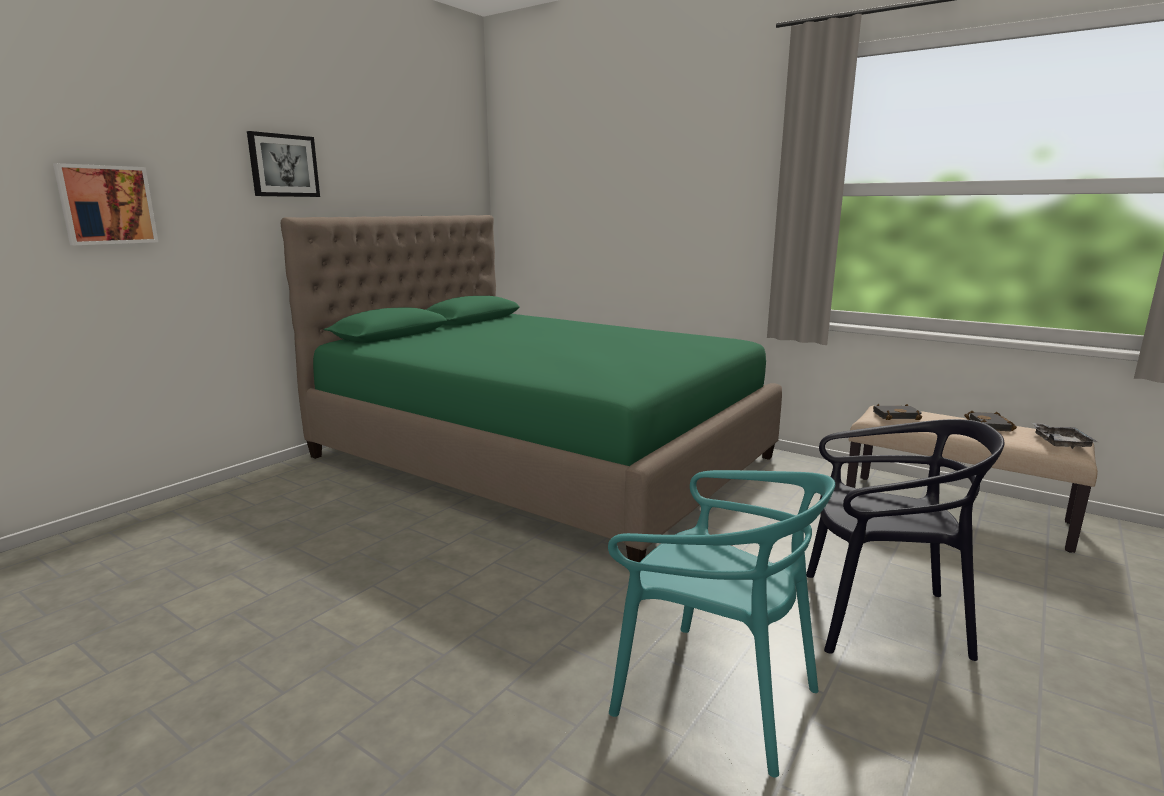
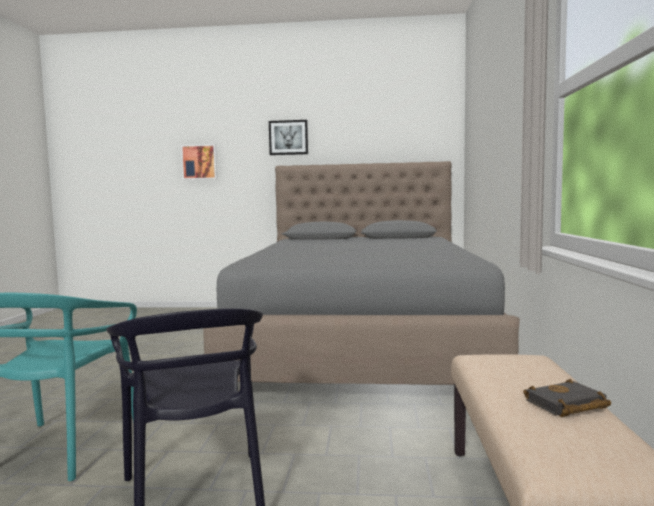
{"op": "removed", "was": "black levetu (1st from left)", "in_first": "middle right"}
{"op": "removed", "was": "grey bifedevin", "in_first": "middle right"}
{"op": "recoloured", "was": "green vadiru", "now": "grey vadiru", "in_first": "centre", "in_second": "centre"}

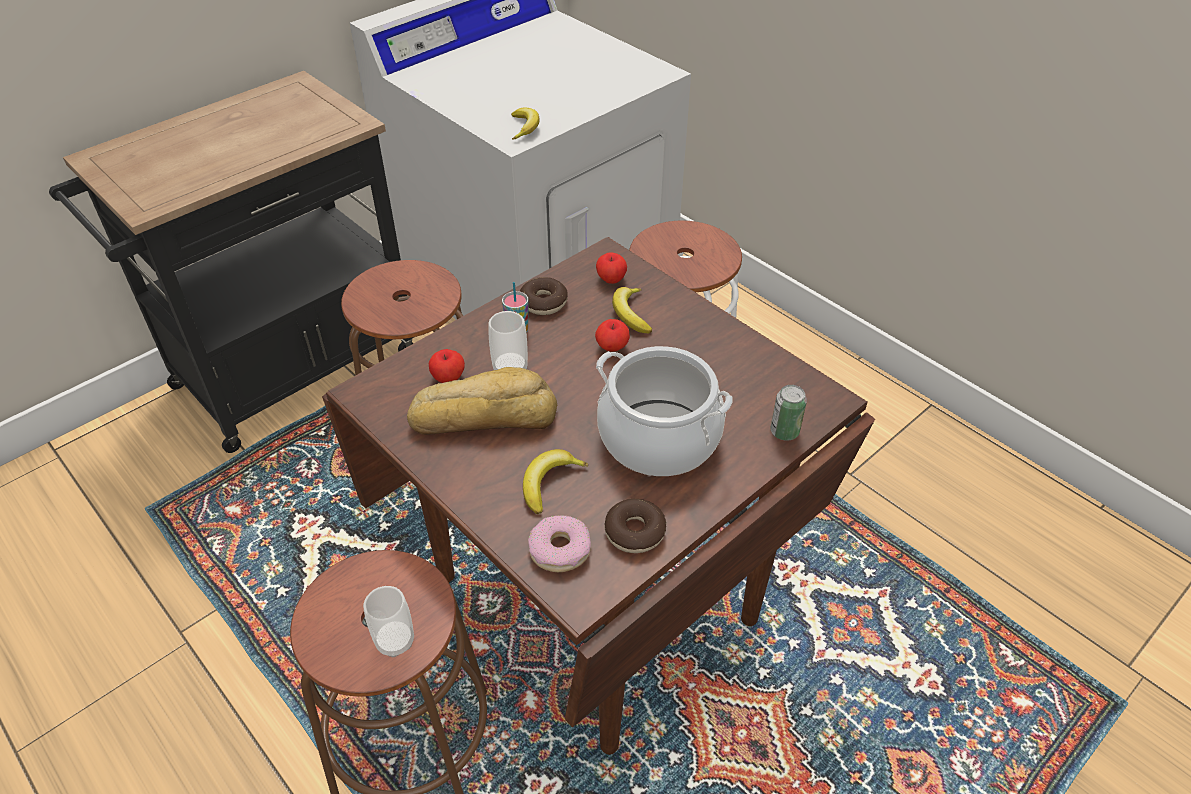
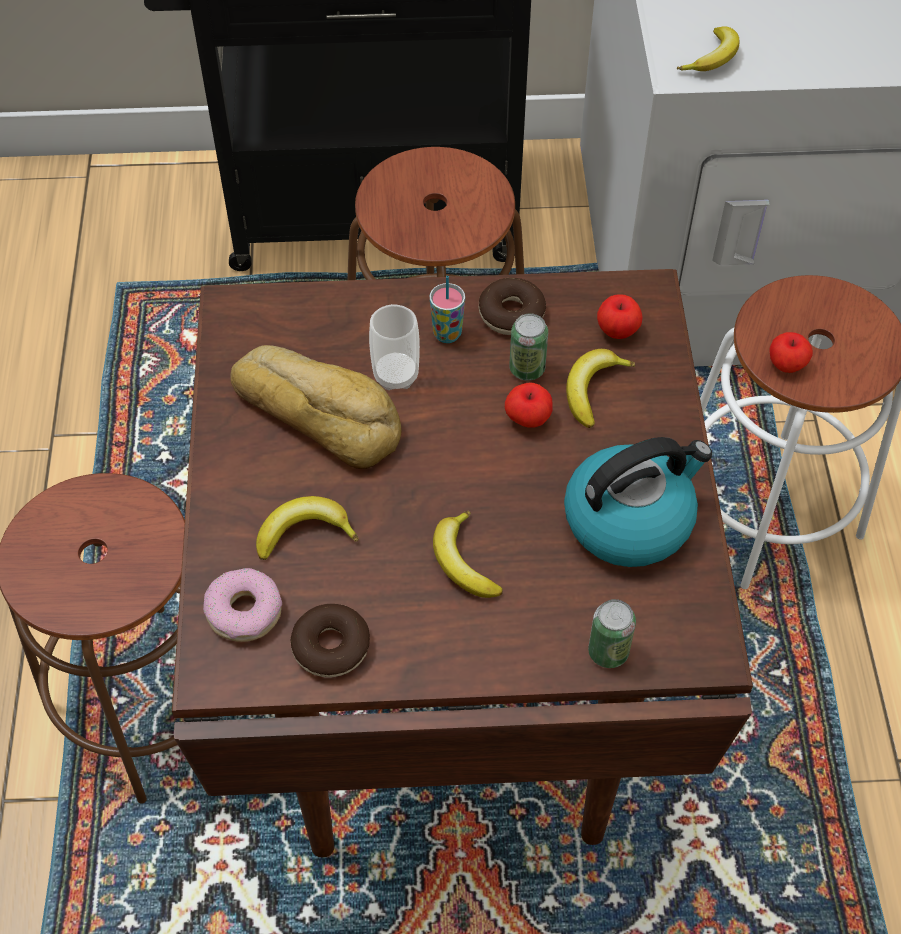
{"op": "removed", "was": "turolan (1st from left)", "in_first": "bottom left"}
{"op": "added", "now": "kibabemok (1st from left)", "in_second": "centre"}
{"op": "added", "now": "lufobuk", "in_second": "middle right"}
{"op": "moved", "was": "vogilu (1st from left in the first image)", "now": "vogilu (3rd from left)", "in_first": "centre", "in_second": "middle right"}
{"op": "replaced", "was": "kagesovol", "now": "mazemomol (2nd from left)", "in_first": "centre", "in_second": "centre"}

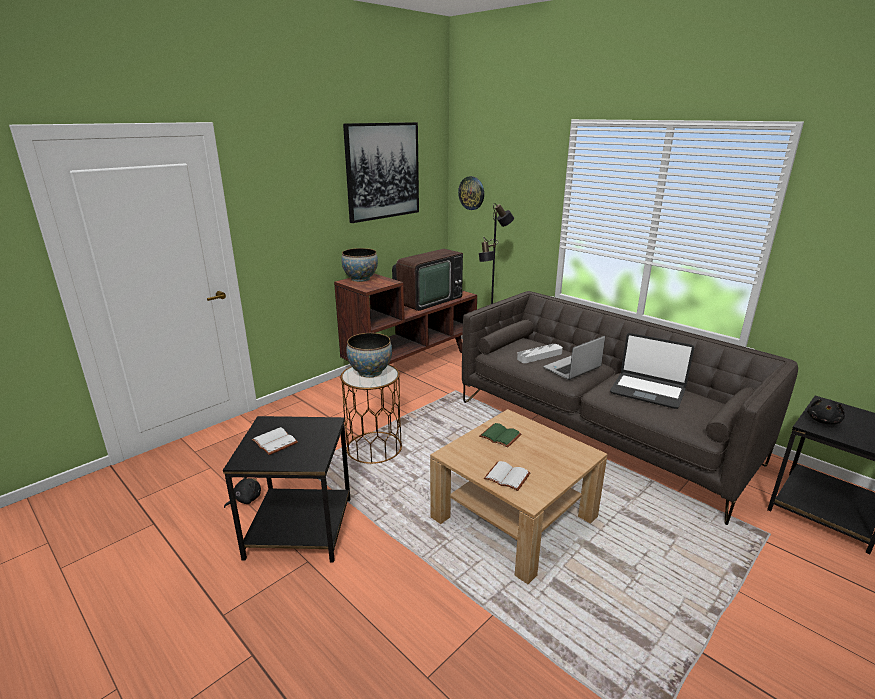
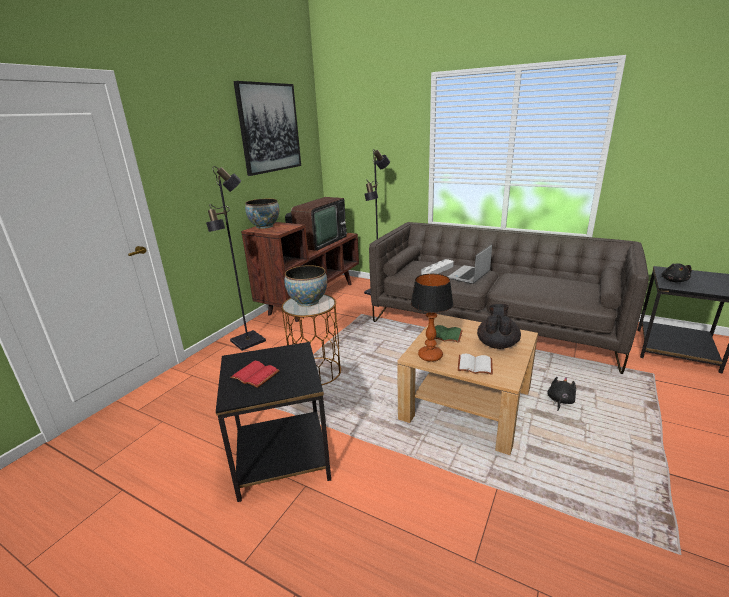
{"op": "removed", "was": "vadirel", "in_first": "top centre"}
{"op": "removed", "was": "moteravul (2nd from left)", "in_first": "middle right"}
{"op": "added", "now": "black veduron (1st from left)", "in_second": "middle left"}
{"op": "added", "now": "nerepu", "in_second": "centre"}
{"op": "added", "now": "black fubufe", "in_second": "middle right"}
{"op": "moved", "was": "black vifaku (1st from left)", "in_first": "bottom left", "in_second": "middle right"}
{"op": "recoloured", "was": "white levetu (1st from left)", "now": "red levetu", "in_first": "middle left", "in_second": "centre"}

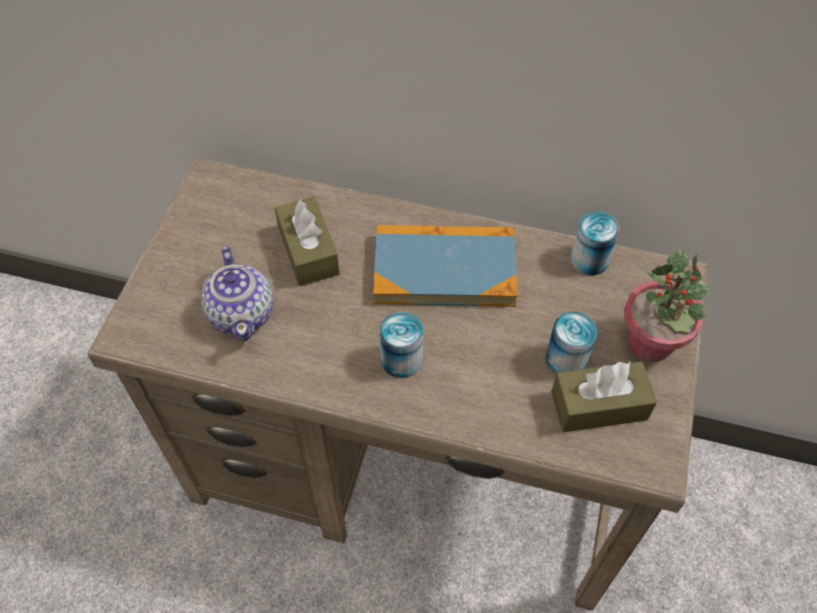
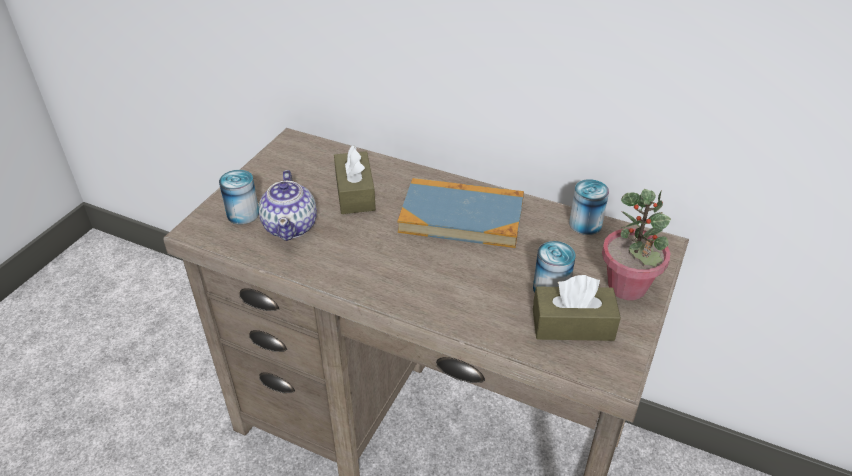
{"op": "moved", "was": "kibabemok (1st from left)", "in_first": "centre", "in_second": "middle left"}

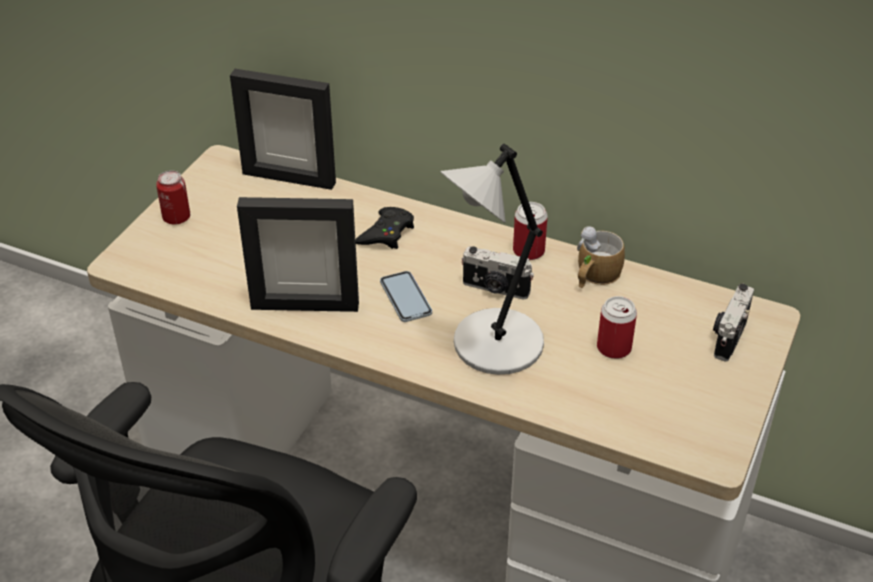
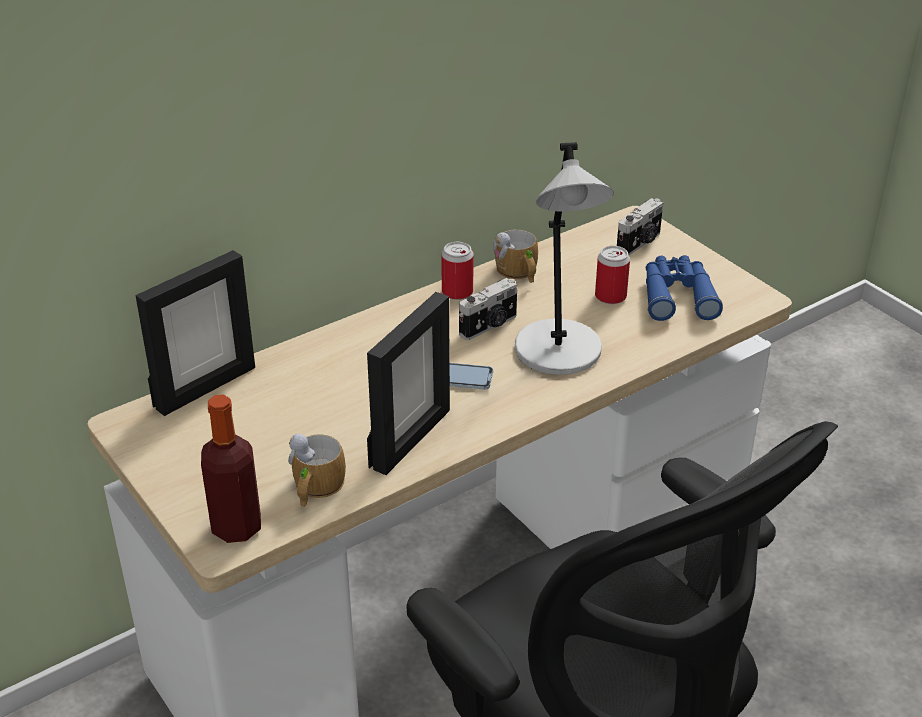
{"op": "removed", "was": "kibabemok (1st from left)", "in_first": "middle left"}
{"op": "removed", "was": "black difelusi", "in_first": "centre"}
{"op": "added", "now": "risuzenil", "in_second": "middle left"}
{"op": "added", "now": "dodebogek (1st from left)", "in_second": "centre"}
{"op": "added", "now": "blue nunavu", "in_second": "middle right"}
{"op": "turned", "was": "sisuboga (2nd from left)", "in_first": "middle right", "in_second": "top right", "clockwise": -105}

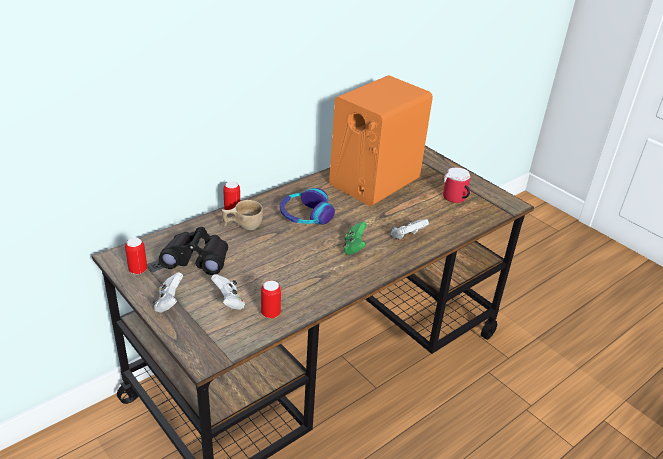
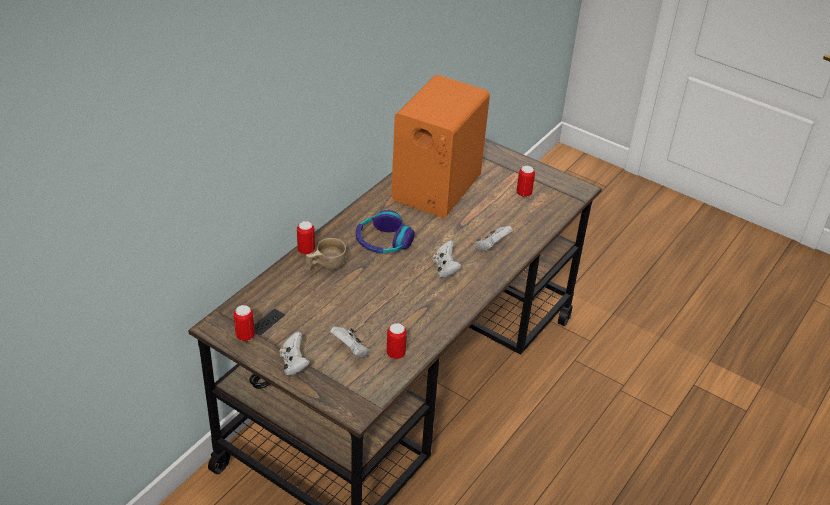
{"op": "removed", "was": "black nunavu", "in_first": "middle left"}
{"op": "replaced", "was": "dodebogek", "now": "kibabemok (4th from left)", "in_first": "middle right", "in_second": "centre"}
{"op": "recoloured", "was": "green difelusi", "now": "white difelusi (3rd from left)", "in_first": "centre", "in_second": "centre"}

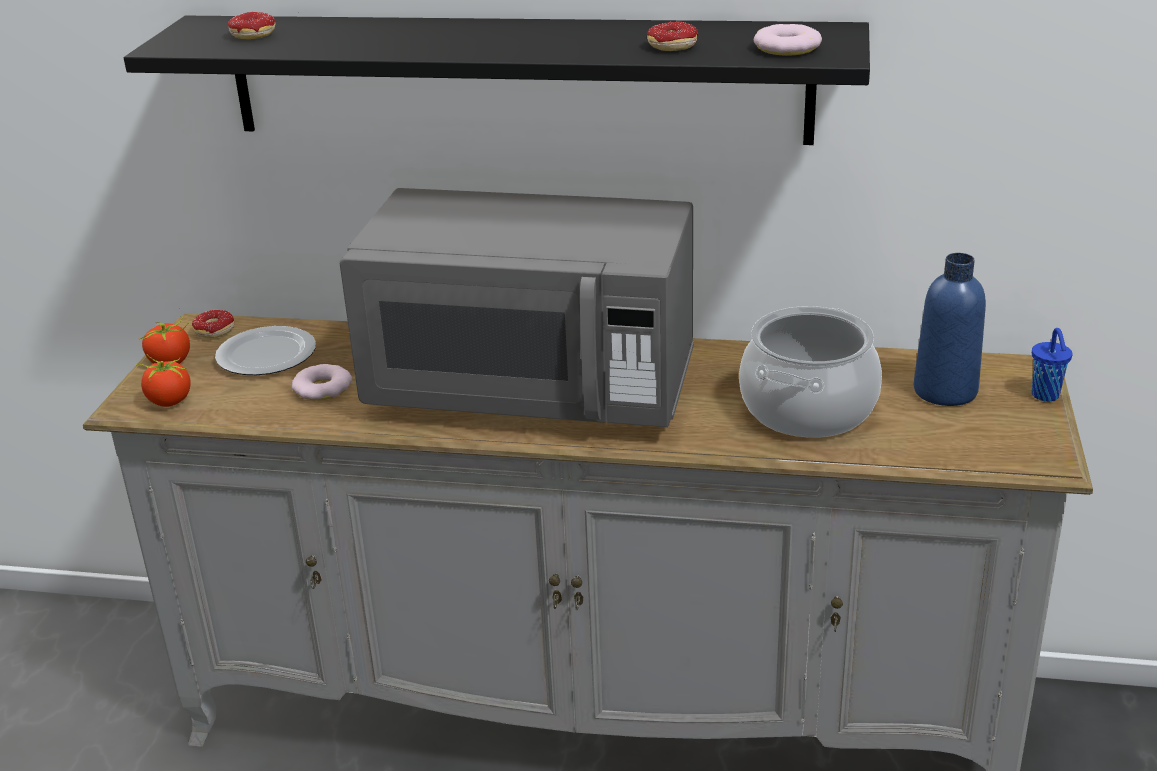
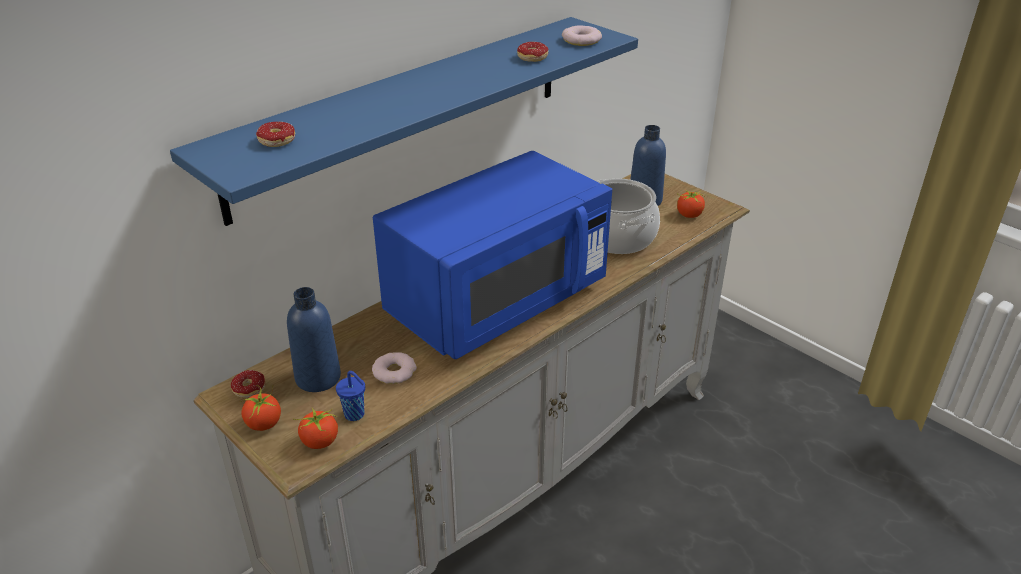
{"op": "added", "now": "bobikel (3rd from left)", "in_second": "middle right"}
{"op": "moved", "was": "blue turolan", "in_first": "middle right", "in_second": "bottom centre"}
{"op": "replaced", "was": "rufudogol", "now": "blue risuzenil (1st from left)", "in_first": "middle left", "in_second": "middle left"}
{"op": "recoloured", "was": "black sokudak", "now": "blue sokudak", "in_first": "top centre", "in_second": "top centre"}
{"op": "recoloured", "was": "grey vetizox", "now": "blue vetizox", "in_first": "centre", "in_second": "centre"}

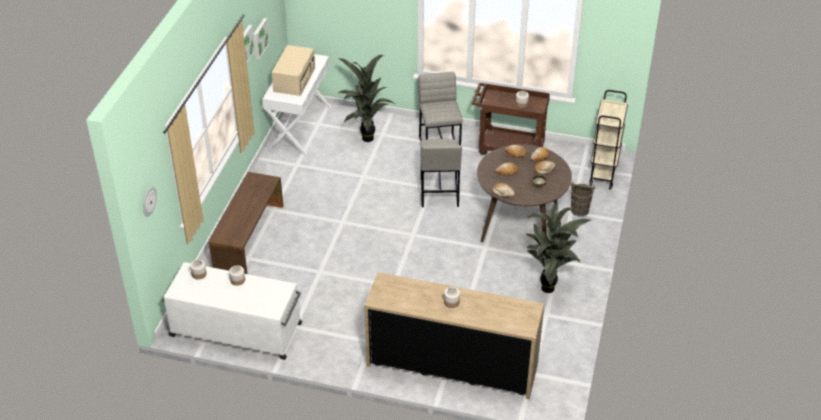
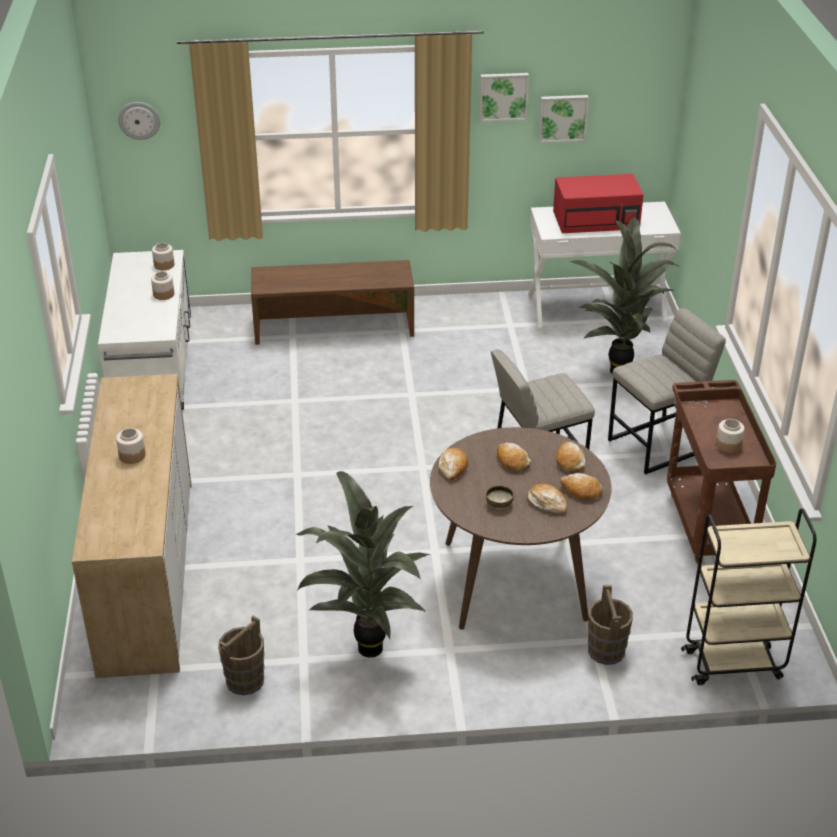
{"op": "added", "now": "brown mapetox (1st from left)", "in_second": "bottom left"}
{"op": "recoloured", "was": "beige vetizox", "now": "red vetizox", "in_first": "top centre", "in_second": "top right"}

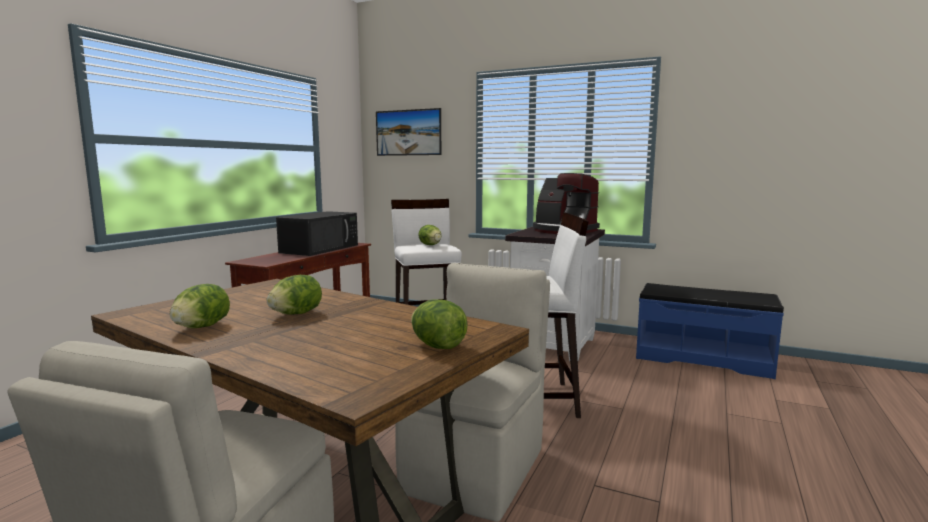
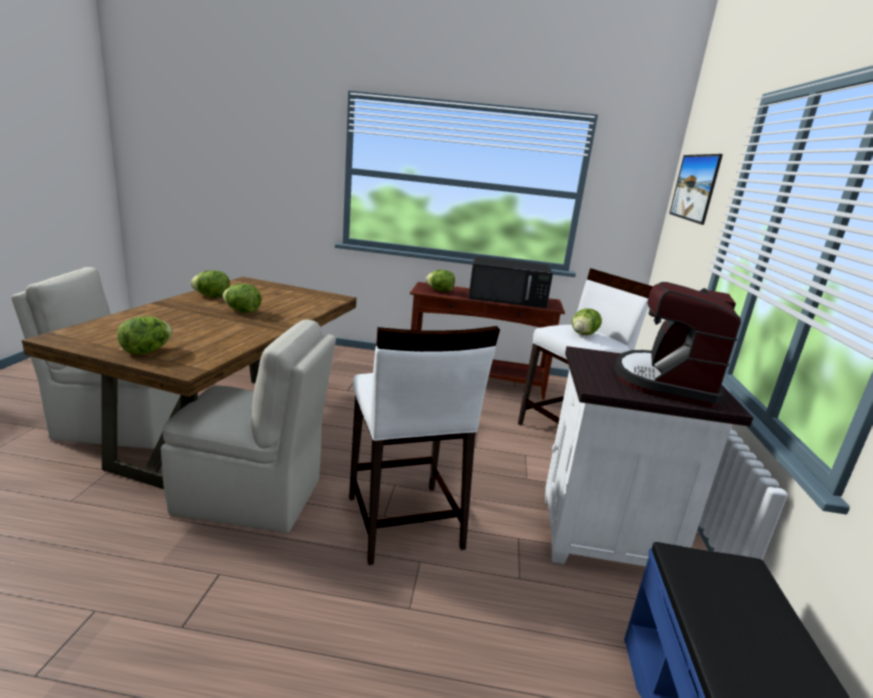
{"op": "added", "now": "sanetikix (4th from left)", "in_second": "centre"}

